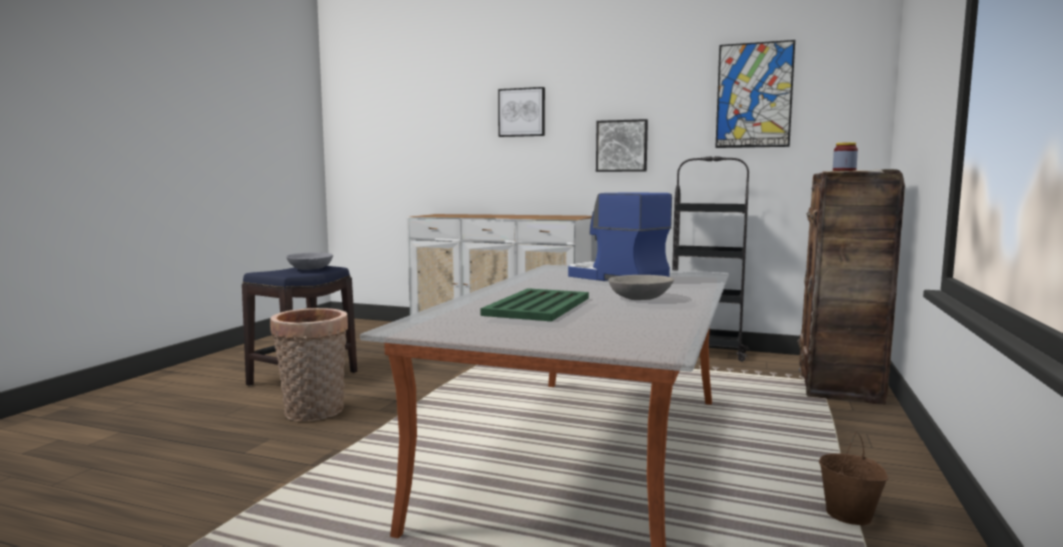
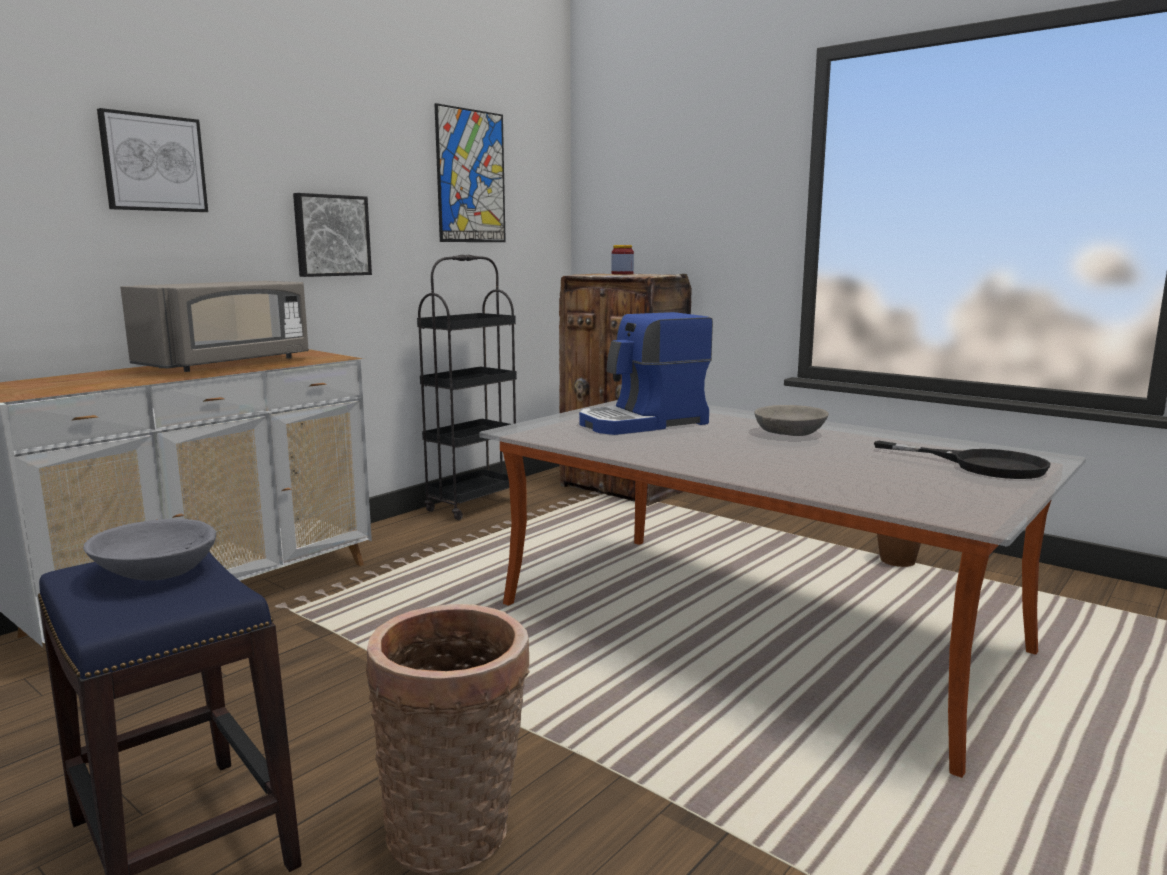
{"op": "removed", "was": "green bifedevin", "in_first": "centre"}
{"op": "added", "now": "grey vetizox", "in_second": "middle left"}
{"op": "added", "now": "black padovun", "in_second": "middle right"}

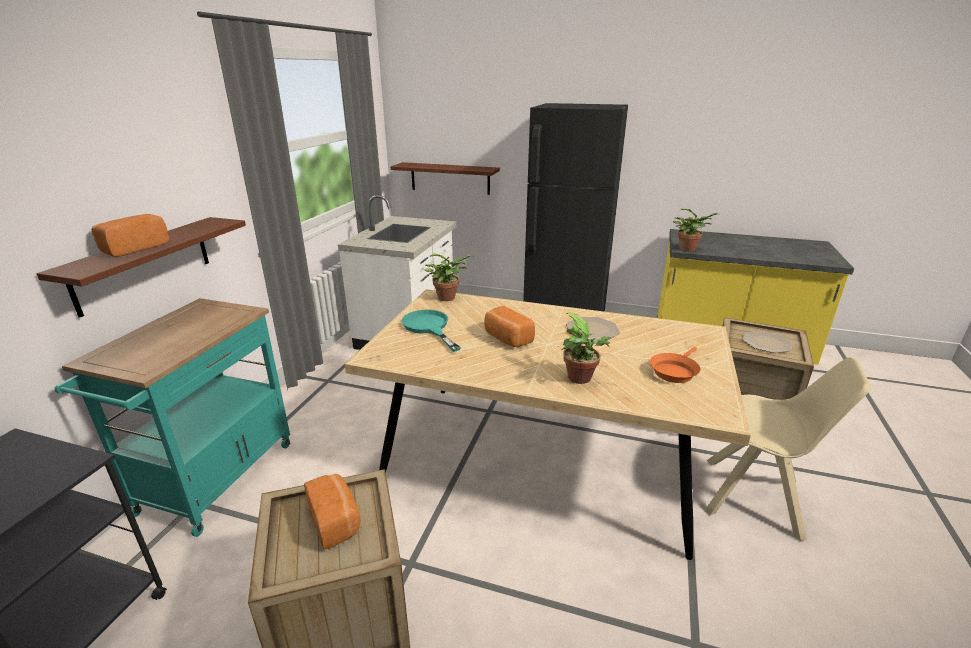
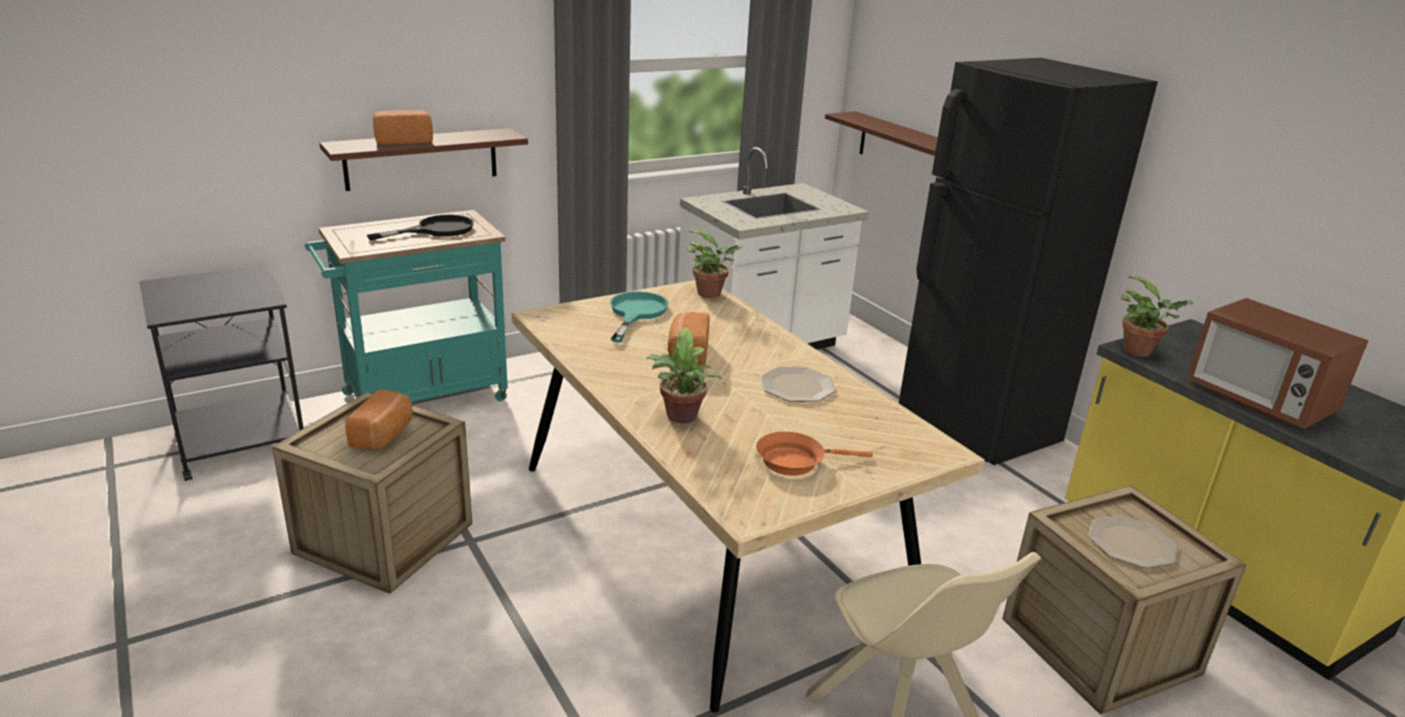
{"op": "added", "now": "black padovun", "in_second": "top left"}
{"op": "added", "now": "vetizox", "in_second": "middle right"}

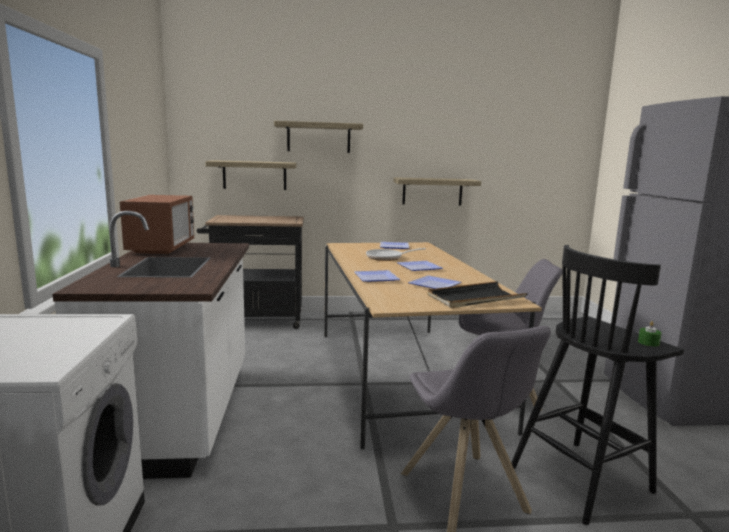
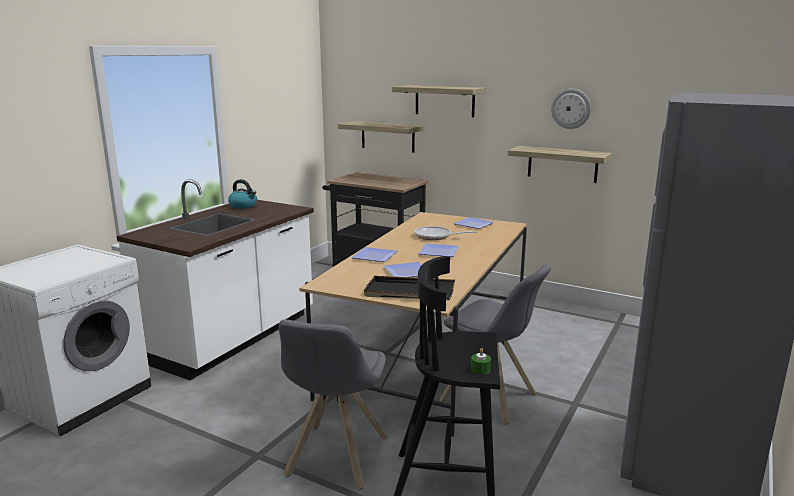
{"op": "added", "now": "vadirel", "in_second": "top right"}
{"op": "replaced", "was": "vetizox", "now": "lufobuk", "in_first": "middle left", "in_second": "middle left"}

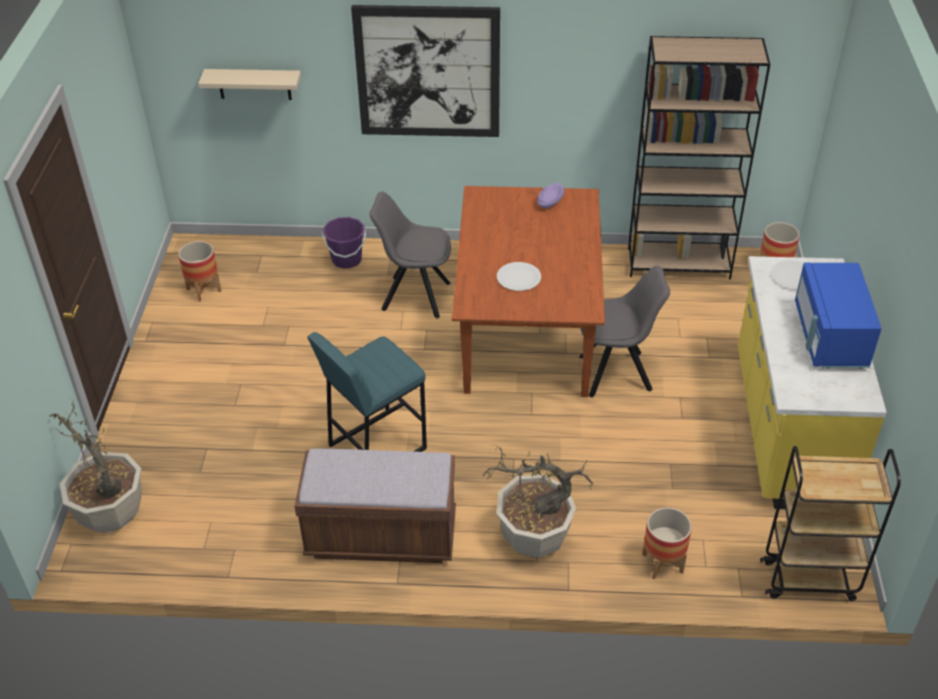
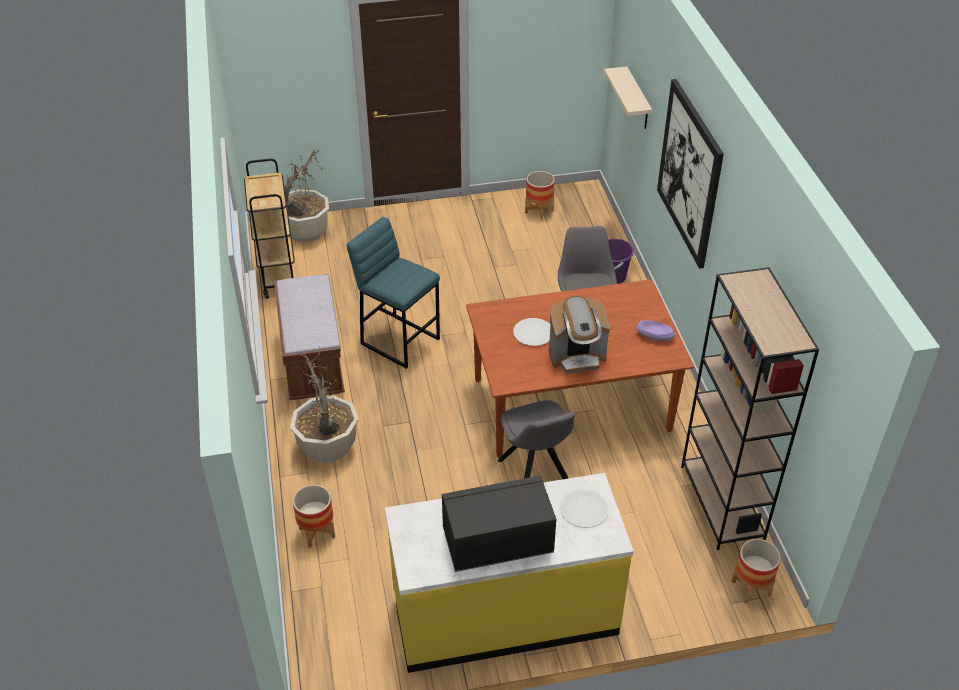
{"op": "added", "now": "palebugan", "in_second": "centre"}
{"op": "moved", "was": "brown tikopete", "in_first": "bottom right", "in_second": "top left"}
{"op": "recoloured", "was": "blue vetizox", "now": "black vetizox", "in_first": "middle right", "in_second": "bottom centre"}

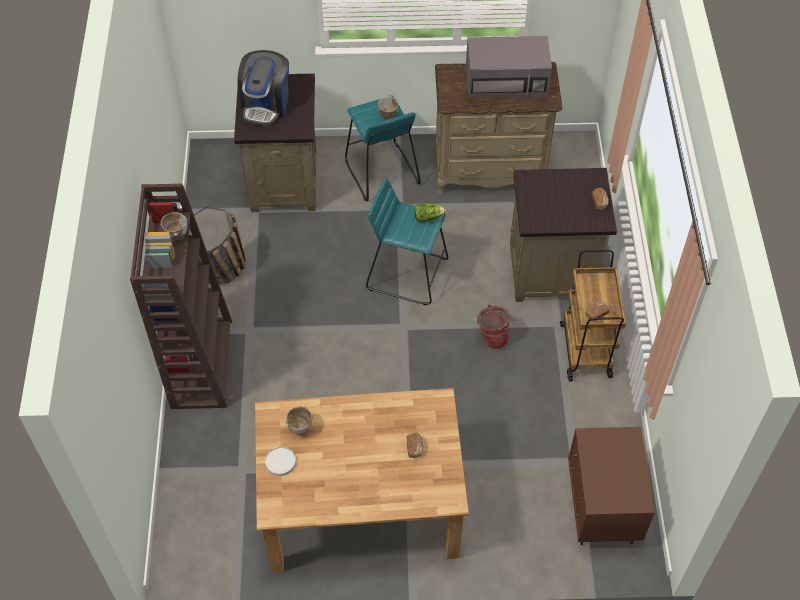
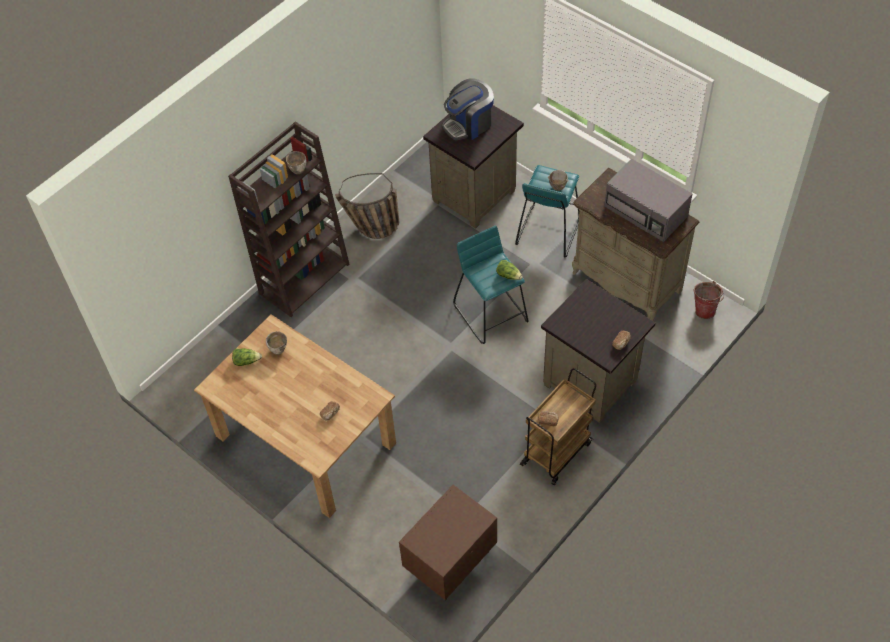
{"op": "moved", "was": "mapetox", "in_first": "centre", "in_second": "middle right"}
{"op": "replaced", "was": "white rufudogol", "now": "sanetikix (1st from left)", "in_first": "bottom centre", "in_second": "middle left"}

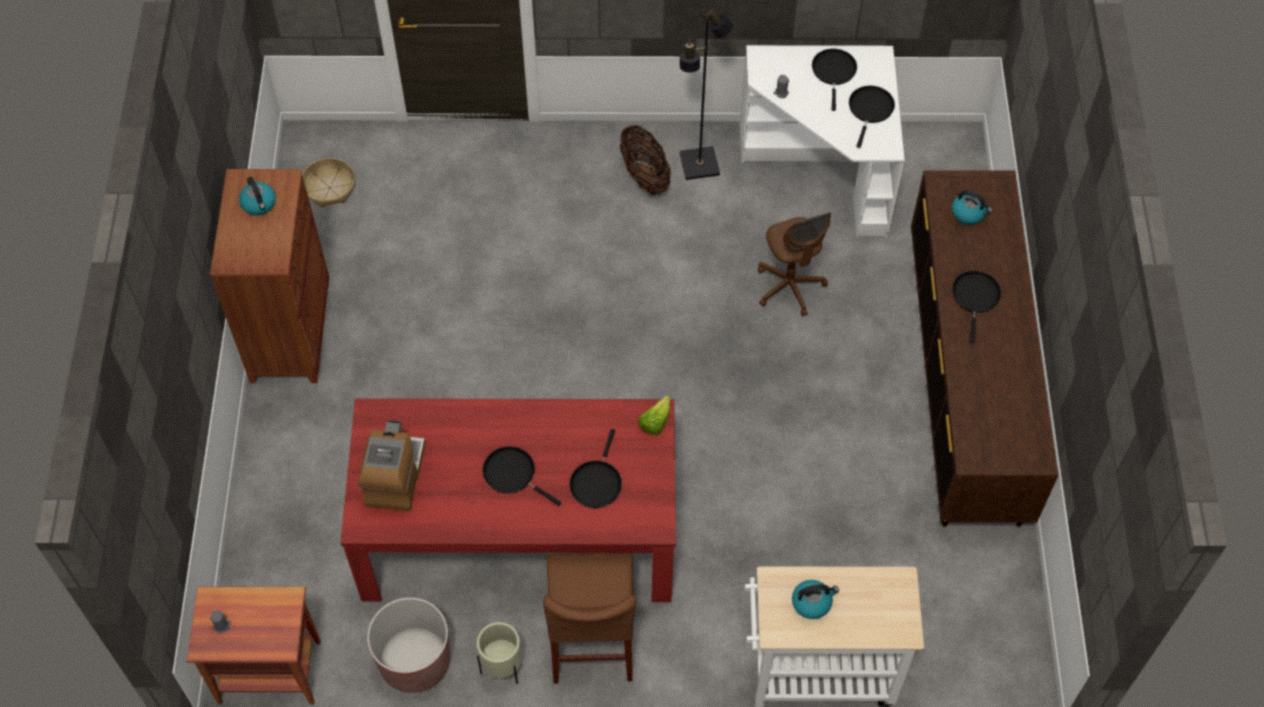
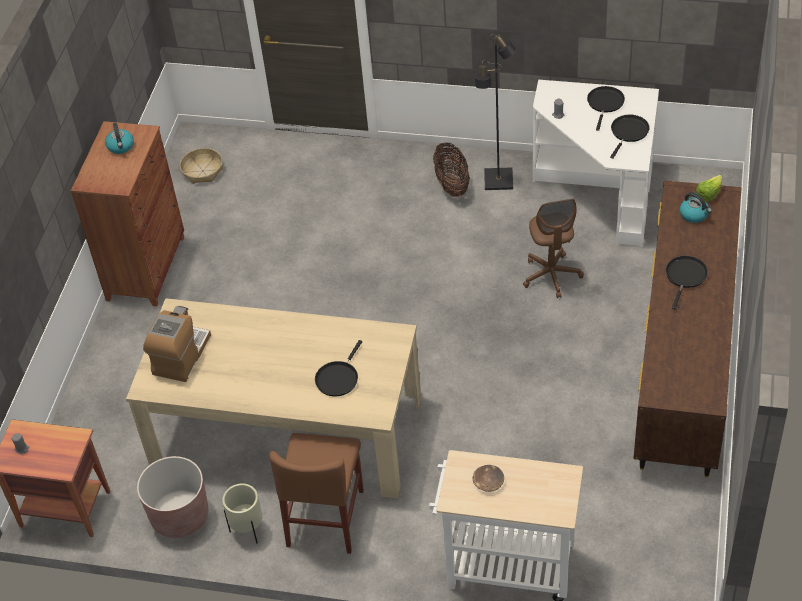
{"op": "removed", "was": "black padovun (1st from left)", "in_first": "bottom centre"}
{"op": "moved", "was": "sanetikix", "in_first": "centre", "in_second": "top right"}
{"op": "replaced", "was": "lufobuk (2nd from left)", "now": "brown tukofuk", "in_first": "bottom centre", "in_second": "bottom centre"}
{"op": "recoloured", "was": "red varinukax", "now": "beige varinukax", "in_first": "bottom centre", "in_second": "centre"}

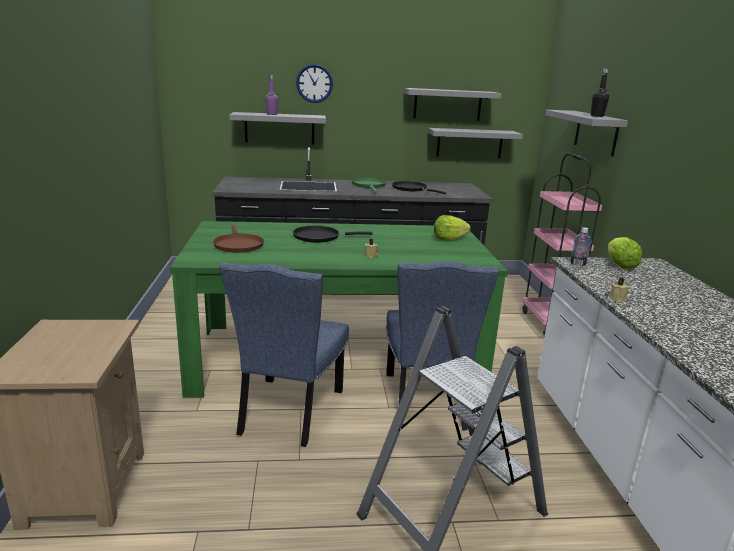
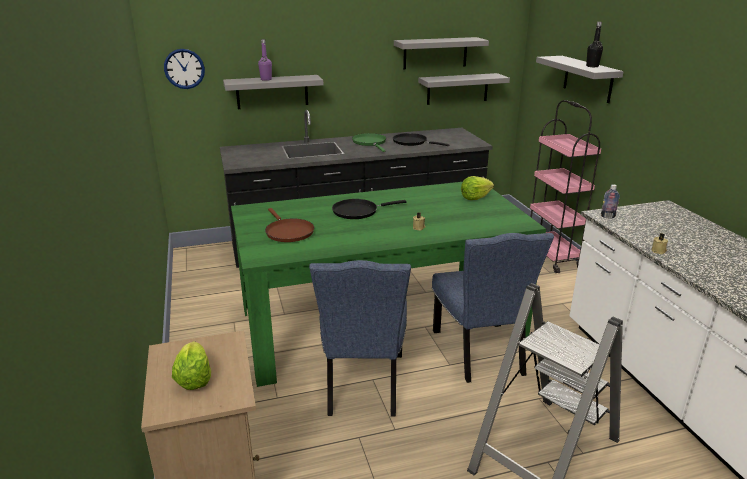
{"op": "moved", "was": "vadirel", "in_first": "top centre", "in_second": "top left"}
{"op": "moved", "was": "sanetikix (2nd from left in the first image)", "now": "sanetikix (1st from left)", "in_first": "middle right", "in_second": "bottom left"}

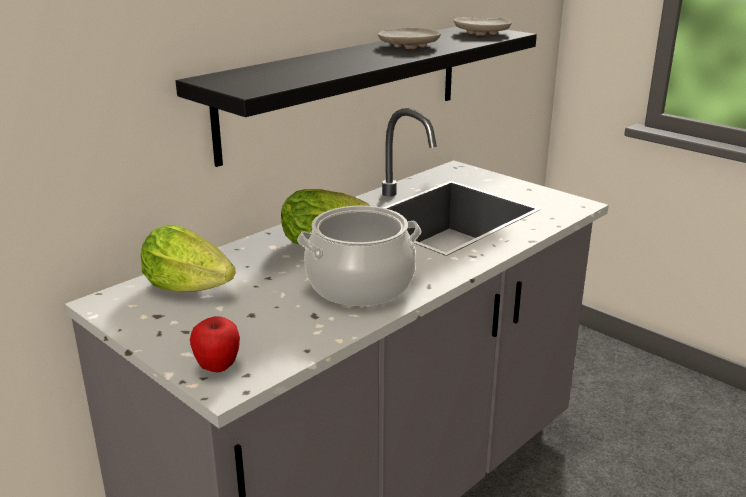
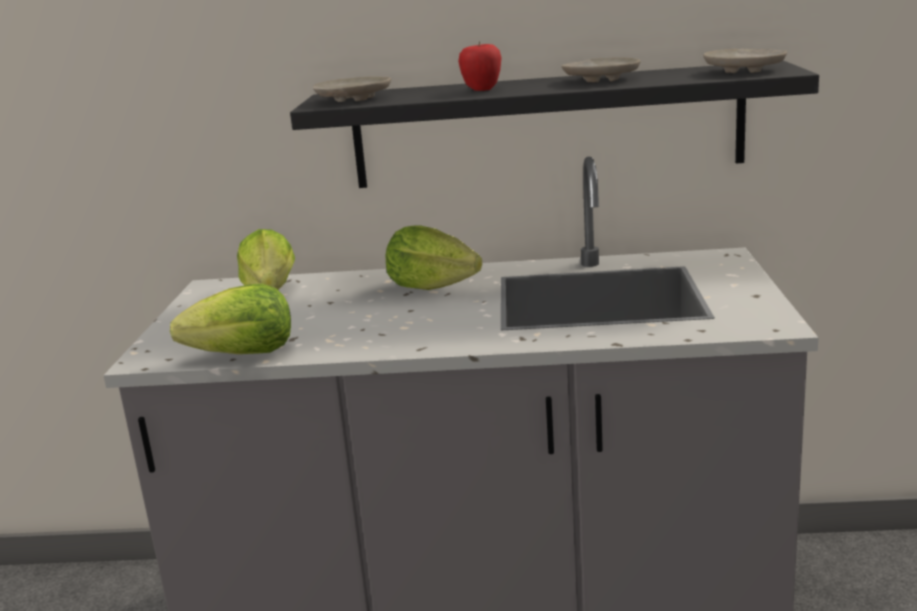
{"op": "removed", "was": "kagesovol", "in_first": "centre"}
{"op": "added", "now": "sanetikix (1st from left)", "in_second": "middle left"}
{"op": "added", "now": "beige rufudogol (1st from left)", "in_second": "top centre"}
{"op": "moved", "was": "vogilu", "in_first": "bottom left", "in_second": "top centre"}

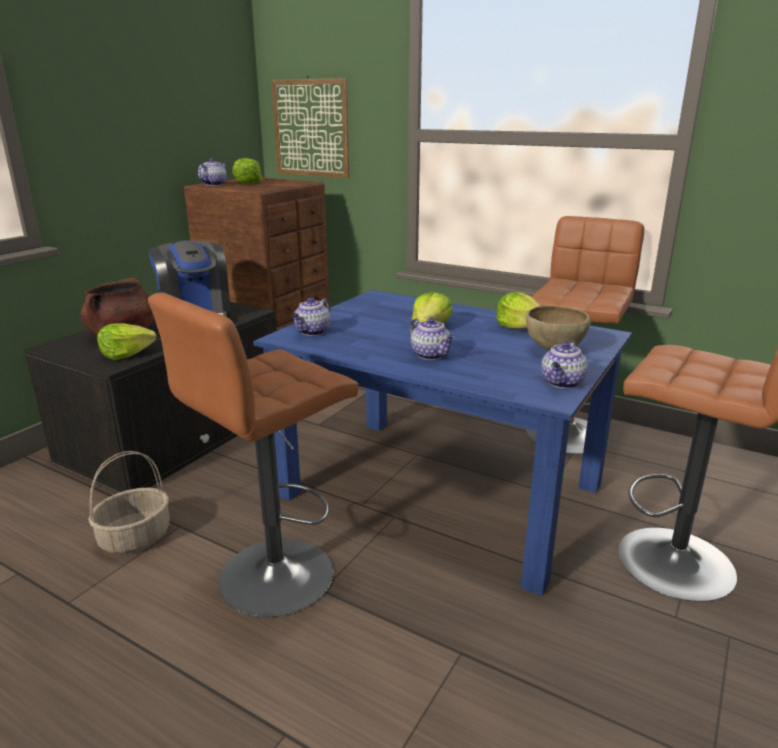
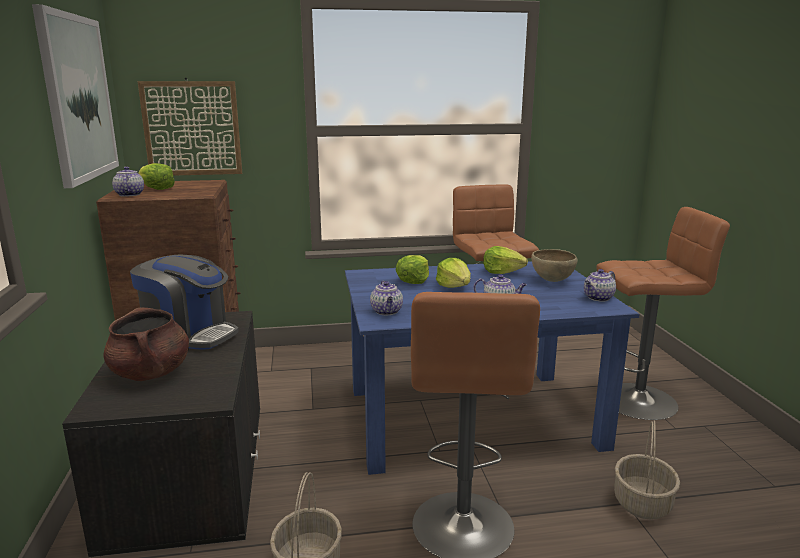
{"op": "added", "now": "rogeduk (1st from left)", "in_second": "top left"}
{"op": "added", "now": "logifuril (2nd from left)", "in_second": "bottom right"}
{"op": "moved", "was": "sanetikix (1st from left in the first image)", "now": "sanetikix (2nd from left)", "in_first": "middle left", "in_second": "centre"}
{"op": "turned", "was": "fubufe (4th from left)", "in_first": "middle right", "in_second": "middle right", "clockwise": 60}

